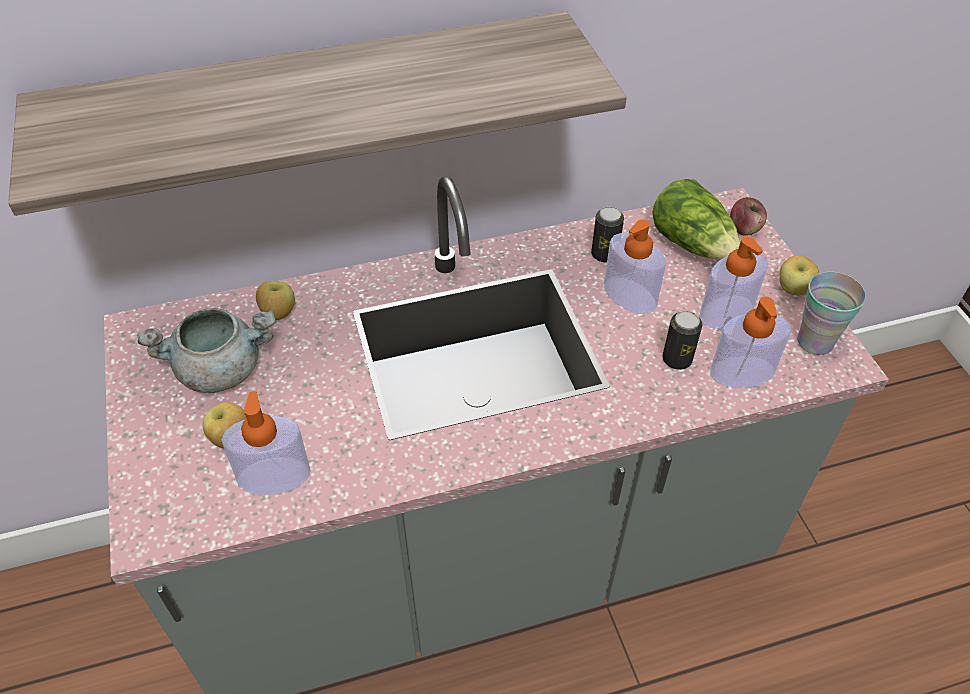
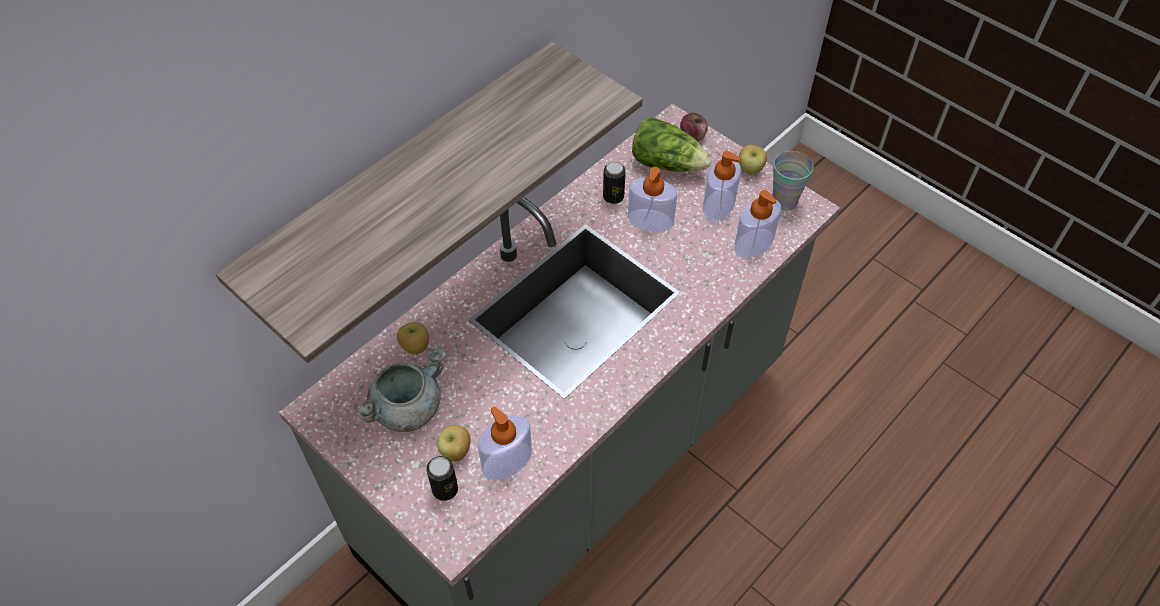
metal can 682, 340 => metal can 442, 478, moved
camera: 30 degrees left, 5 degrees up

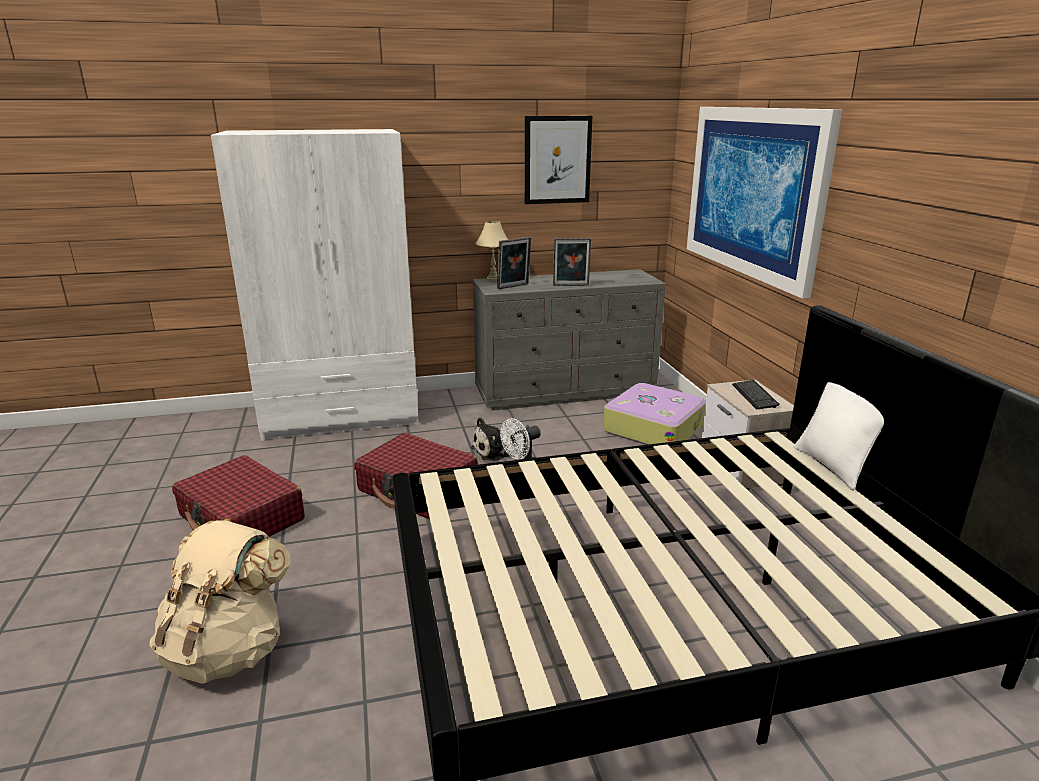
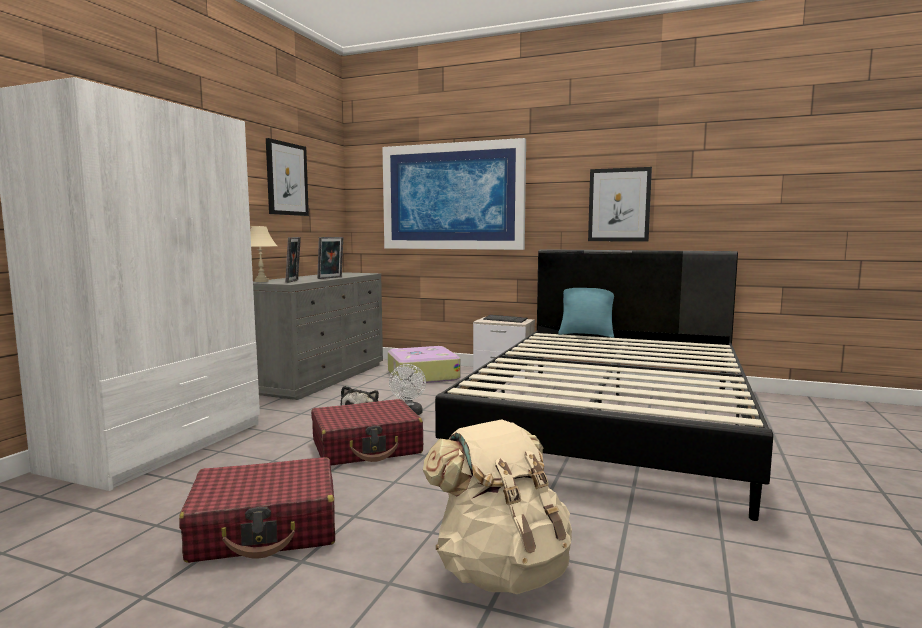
white throw pillow 839, 436 => turquoise throw pillow 586, 313
nothing => wall art 620, 204
camera: 55 degrees left, 15 degrees down

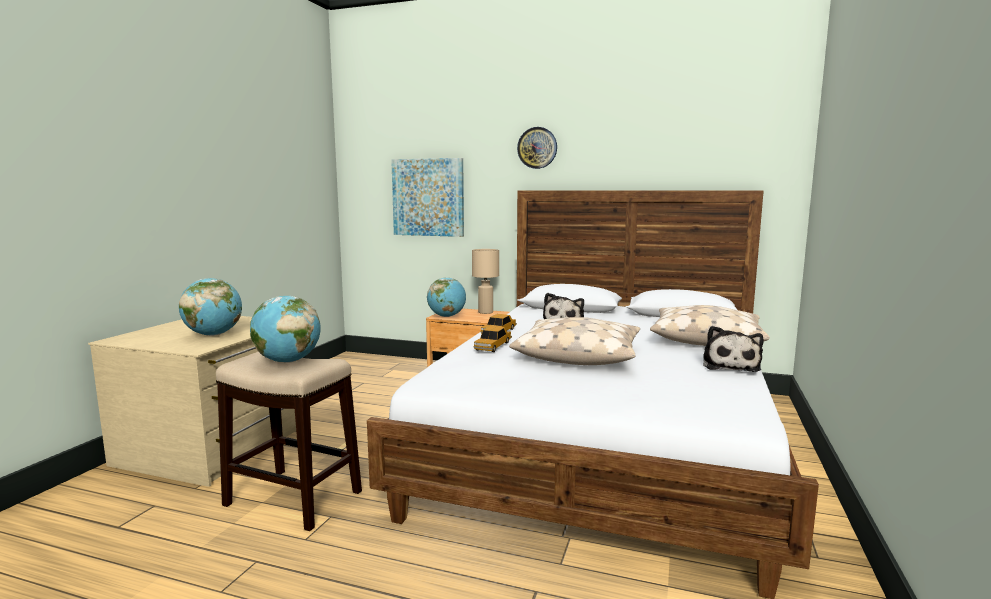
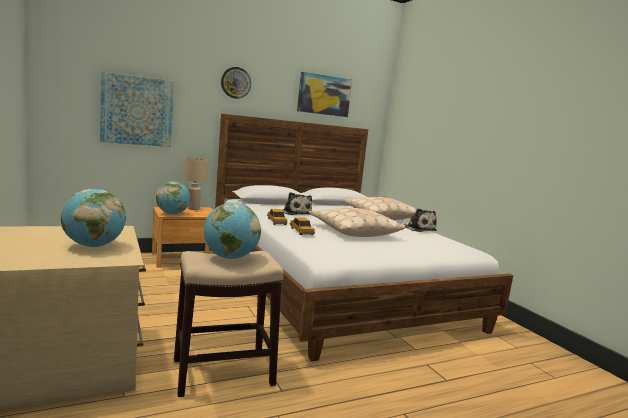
nothing => wall art 324, 94
camera: 45 degrees left, 0 degrees up

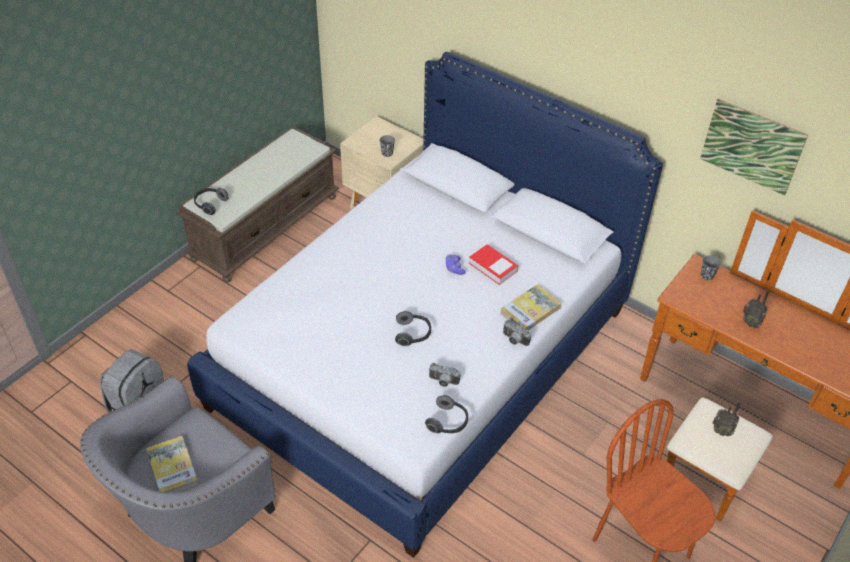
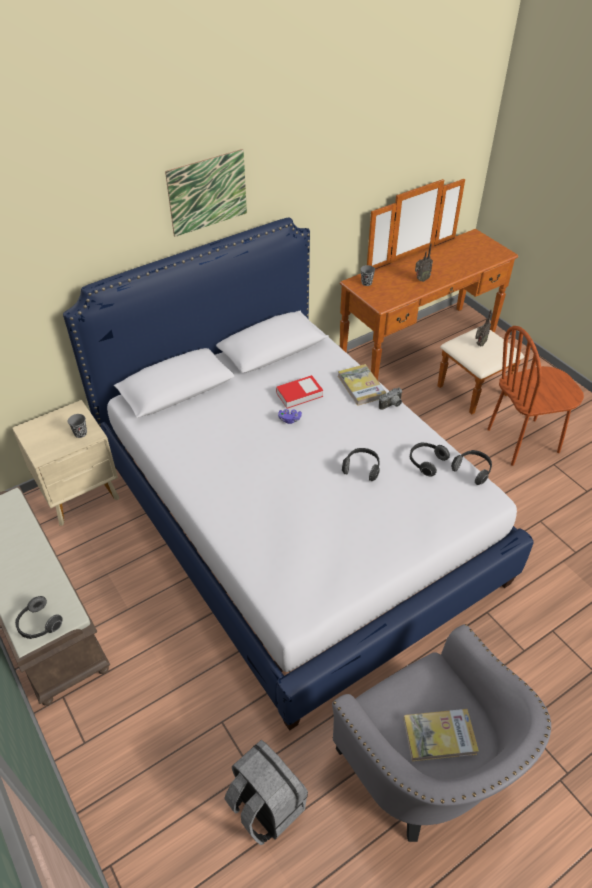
wall art 754, 147 => wall art 206, 193, moved
photo camera 445, 375 => headphones 430, 459
camera: 70 degrees left, 0 degrees up

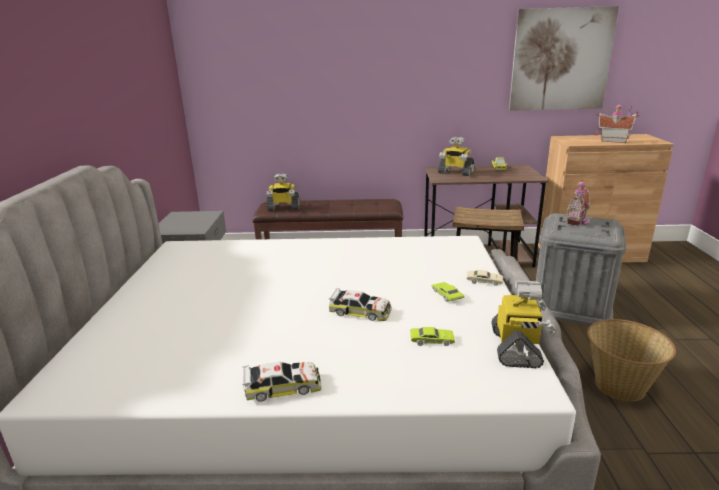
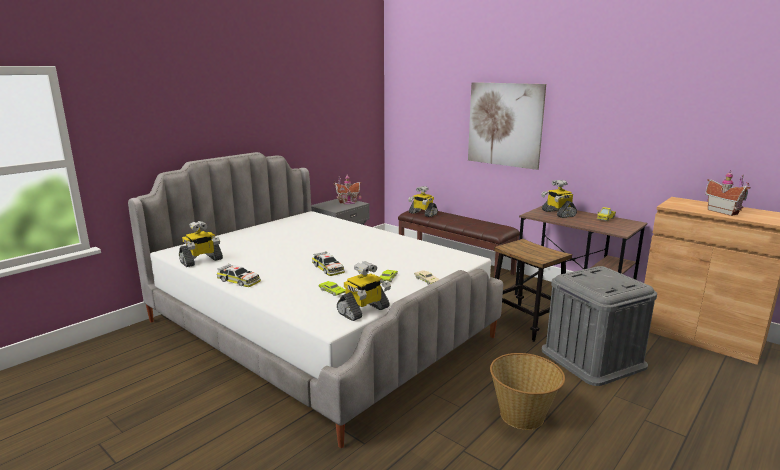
nothing => robot figure 201, 244
toy house 578, 202 => toy house 347, 190, moved
wall art 564, 58 => wall art 507, 126, moved
camera: 40 degrees right, 5 degrees down

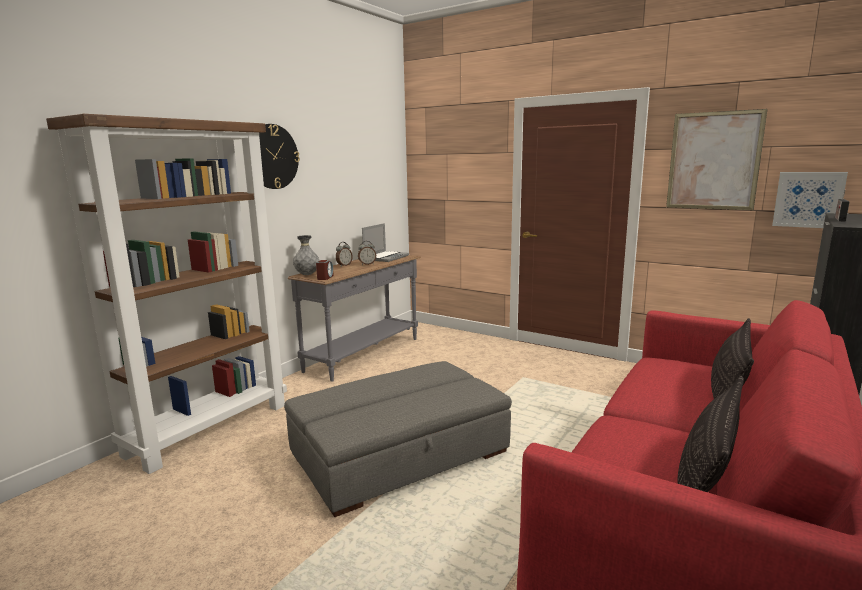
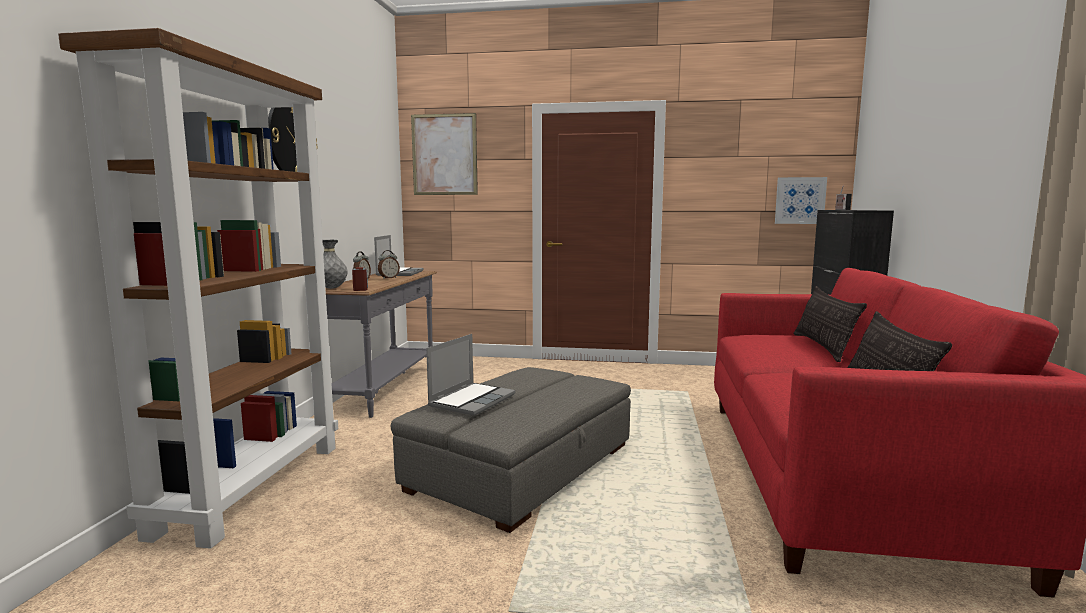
wall art 717, 159 => wall art 444, 154, moved
nothing => notebook computer 470, 375
camera: 25 degrees left, 5 degrees down

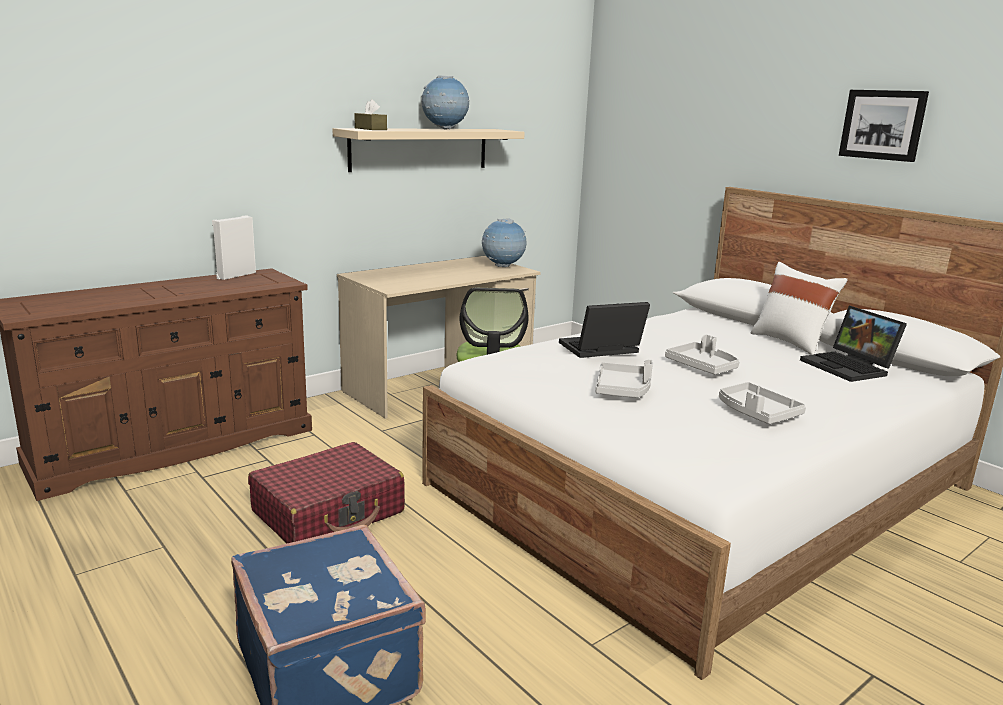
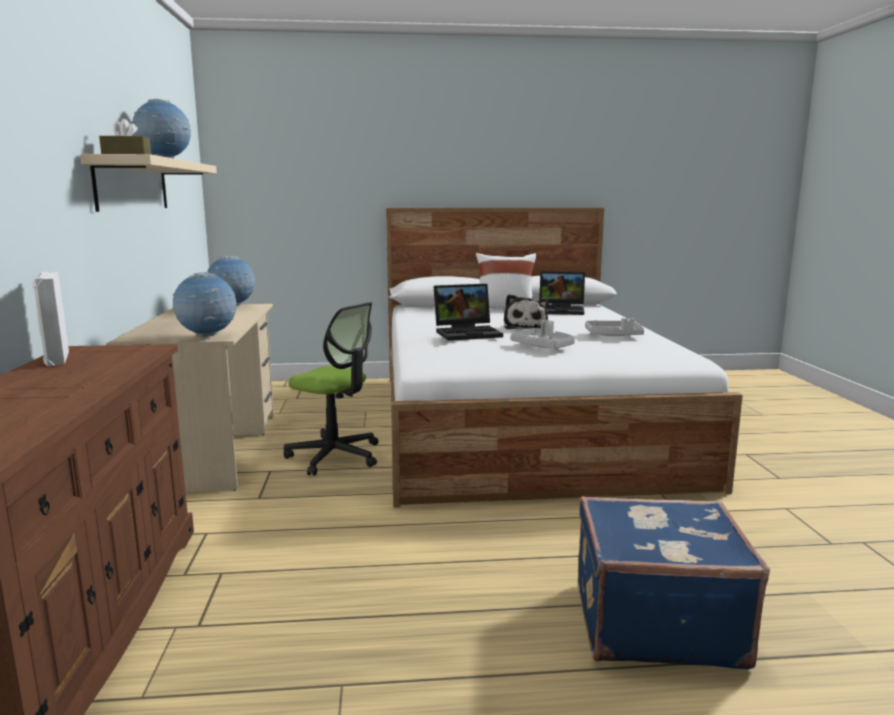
nothing => desk globe 204, 304
notebook computer 604, 330 => notebook computer 468, 312, 120 degrees counterclockwise
grey carrying tray 702, 354 => soft toy 526, 311
reddish suitcase 326, 492 => nothing
wall art 884, 126 => nothing
camera: 55 degrees left, 5 degrees down

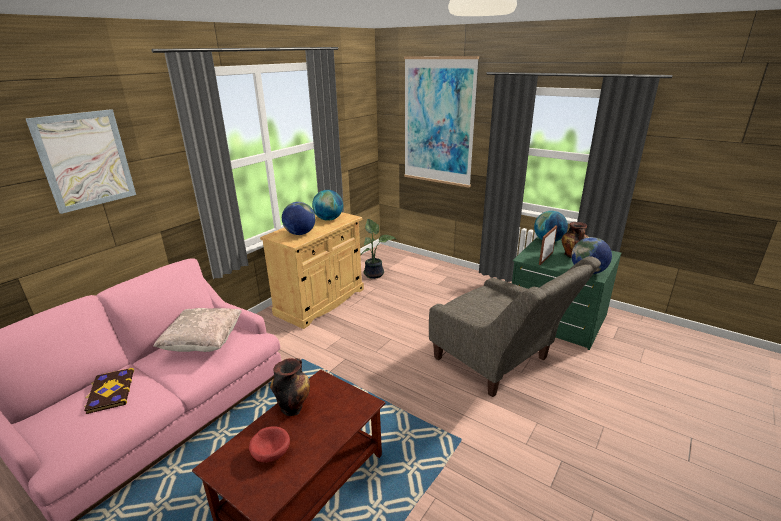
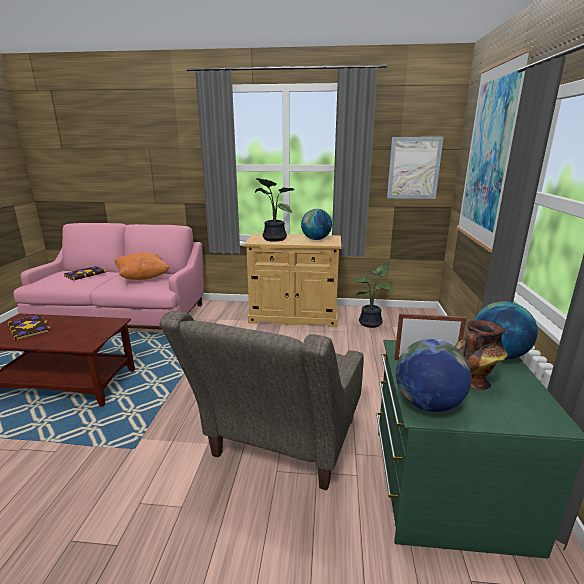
reddish bowl 269, 444 => book 29, 328
sand-coloured throw pillow 197, 330 => orange throw pillow 142, 266
desk globe 299, 218 => houseplant 275, 210
wall art 80, 161 => wall art 415, 168, moved
decorative vase 290, 387 => nothing
camera: 60 degrees right, 5 degrees down

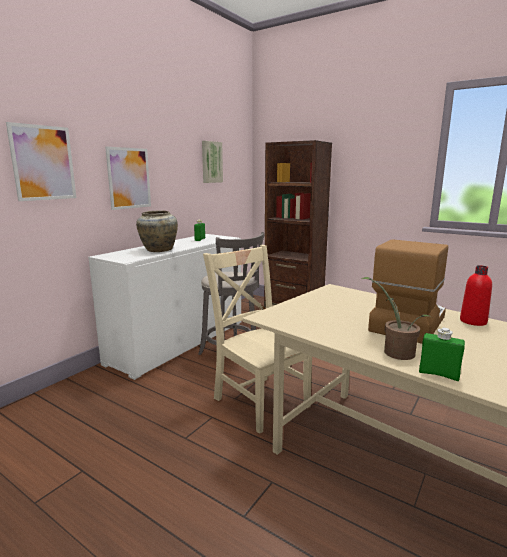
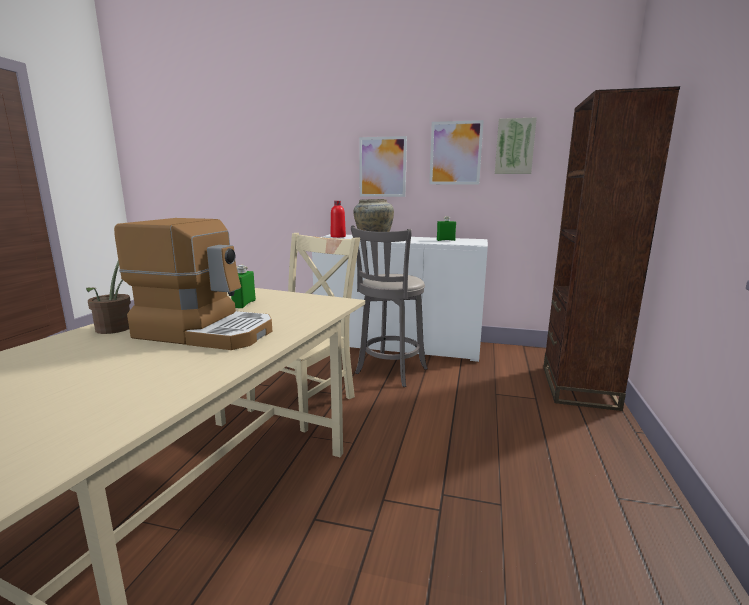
greenish bottle 442, 354 => greenish bottle 243, 286, moved
reddish bottle 476, 295 => reddish bottle 338, 219, moved
wall art 41, 161 => wall art 456, 152, moved
camera: 70 degrees right, 0 degrees up

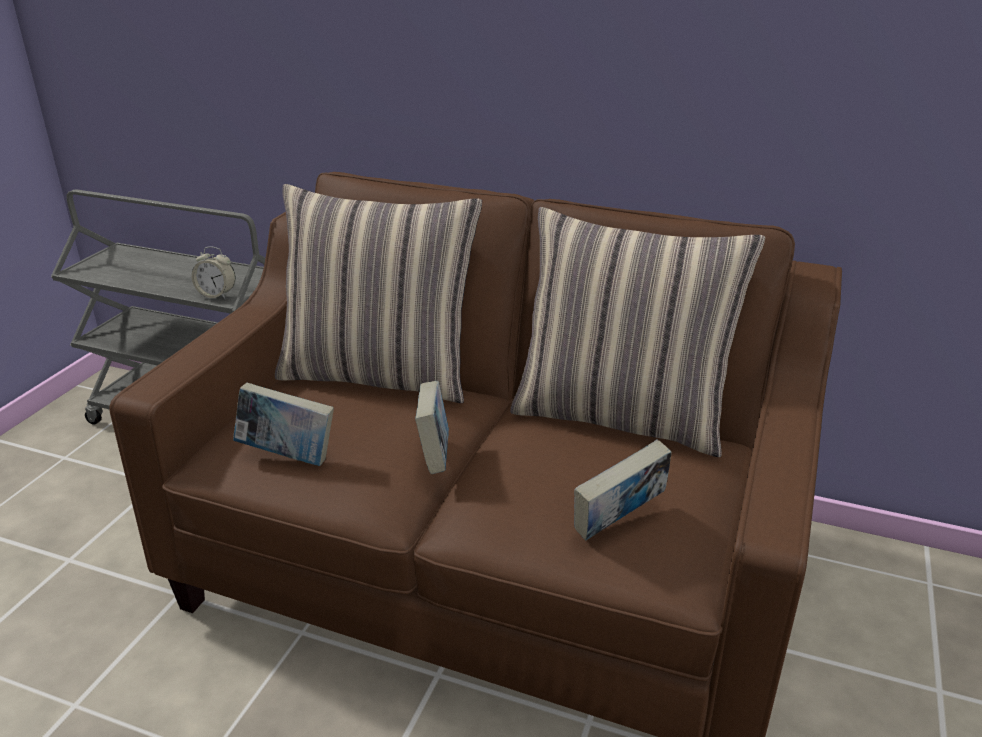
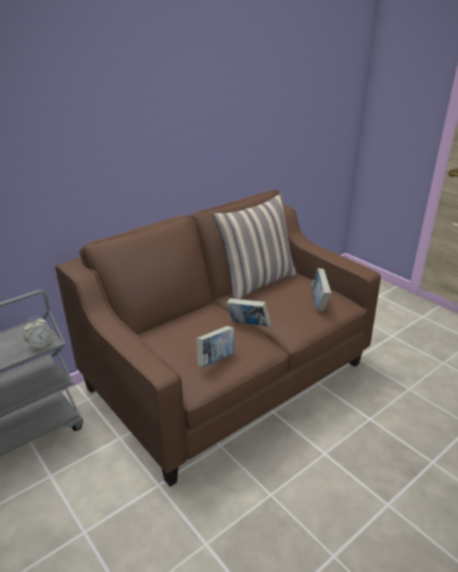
throw pillow 378, 293 => nothing
camera: 60 degrees left, 0 degrees up

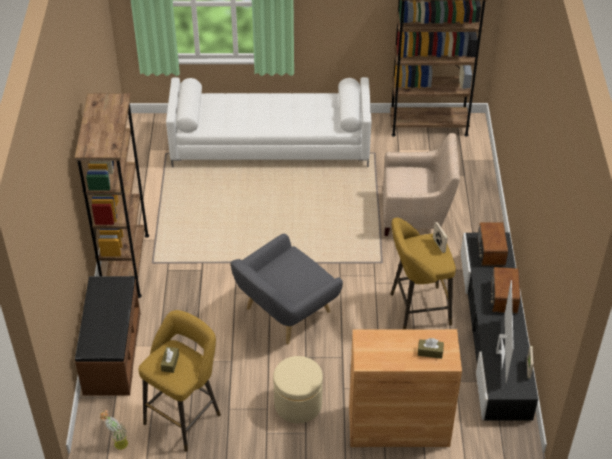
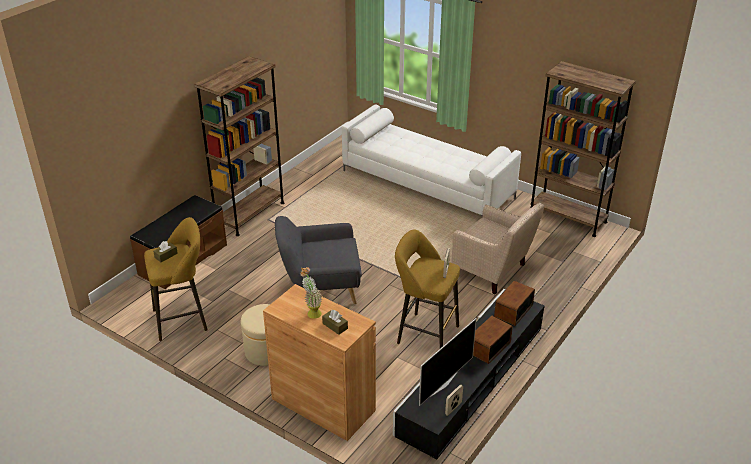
houseplant 114, 430 => houseplant 311, 293, moved
camera: 35 degrees right, 10 degrees down

